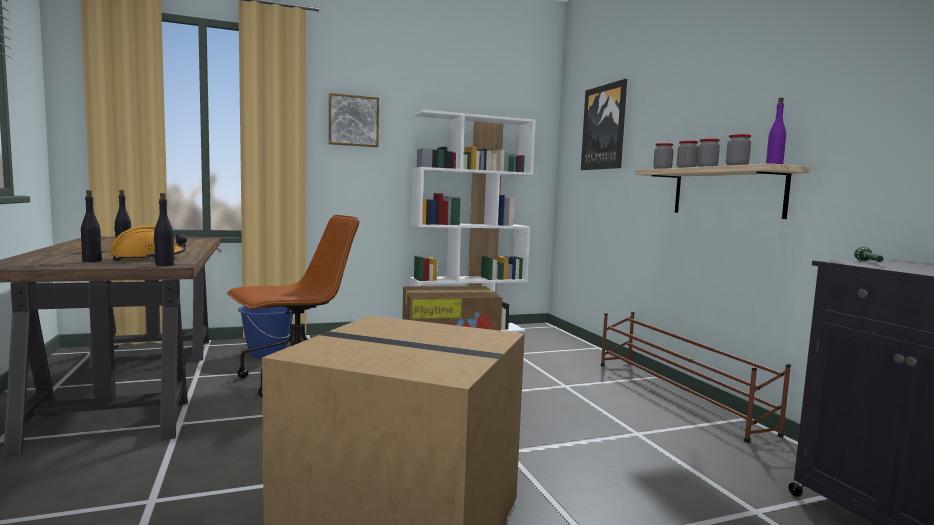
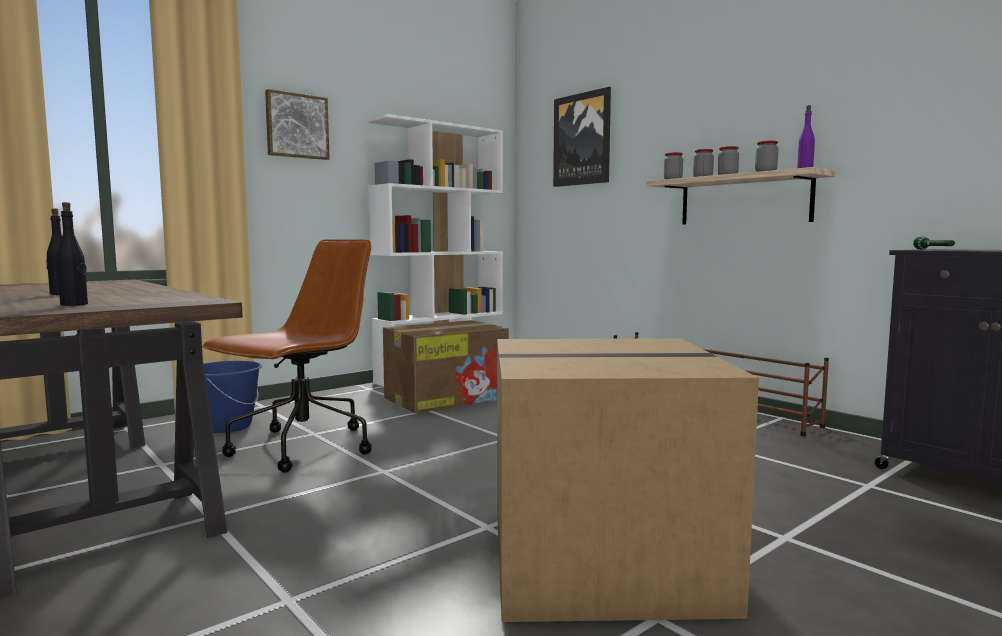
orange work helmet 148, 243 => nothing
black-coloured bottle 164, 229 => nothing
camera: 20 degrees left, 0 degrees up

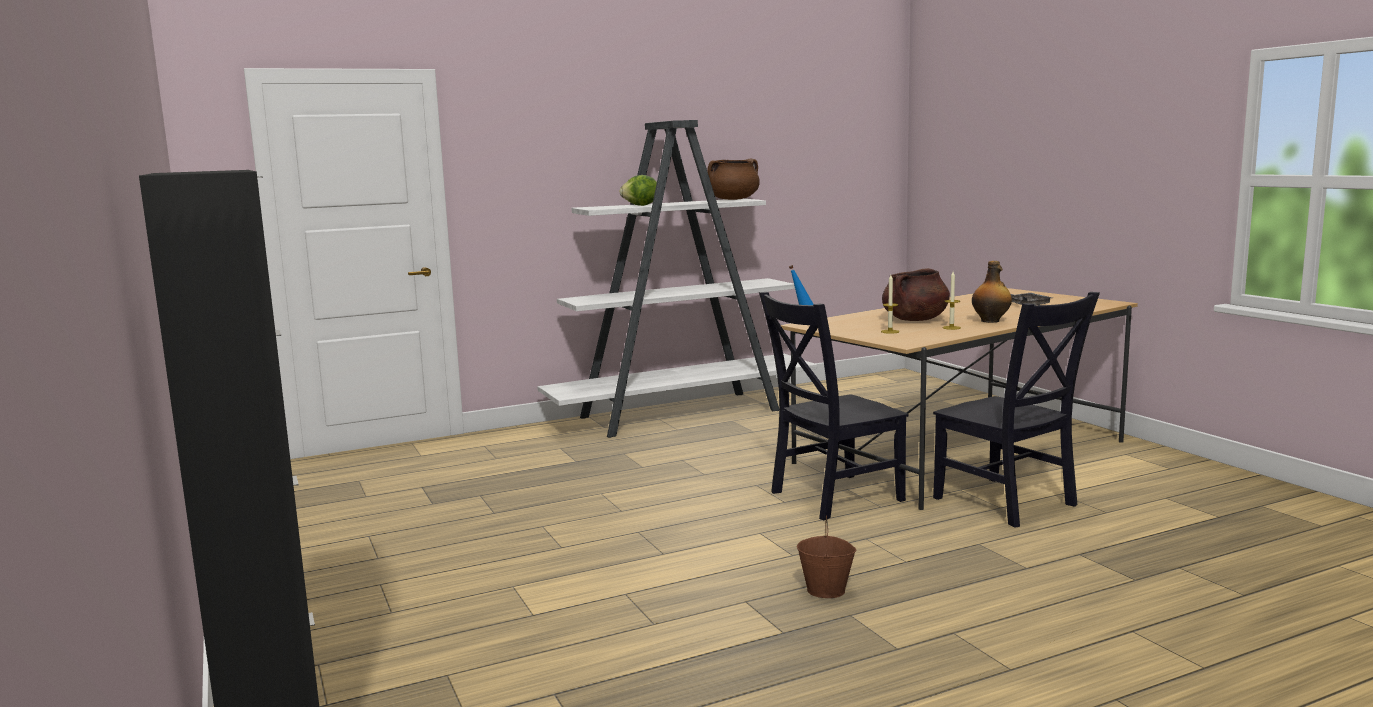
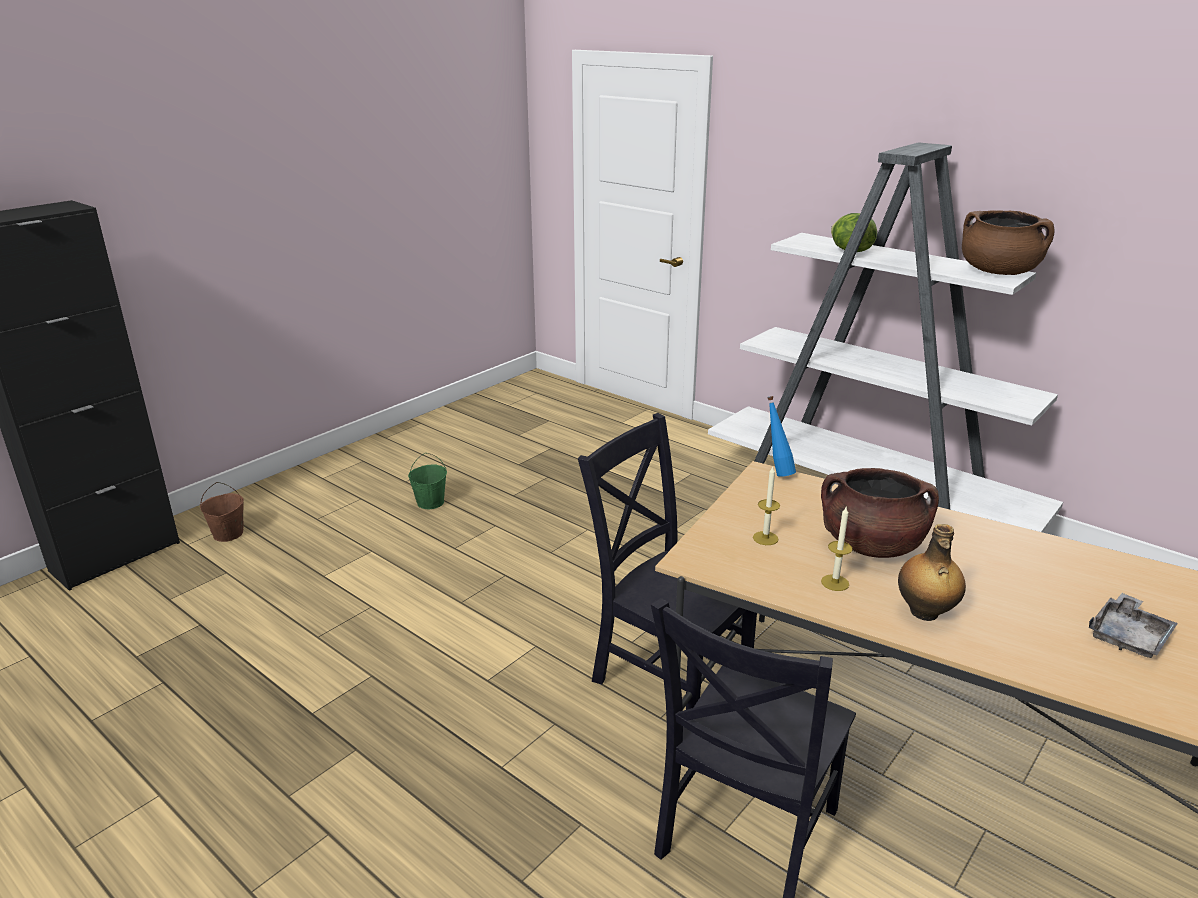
brownish bucket 827, 556 => brownish bucket 222, 512, moved
nothing => greenish bucket 427, 481
camera: 65 degrees right, 15 degrees up

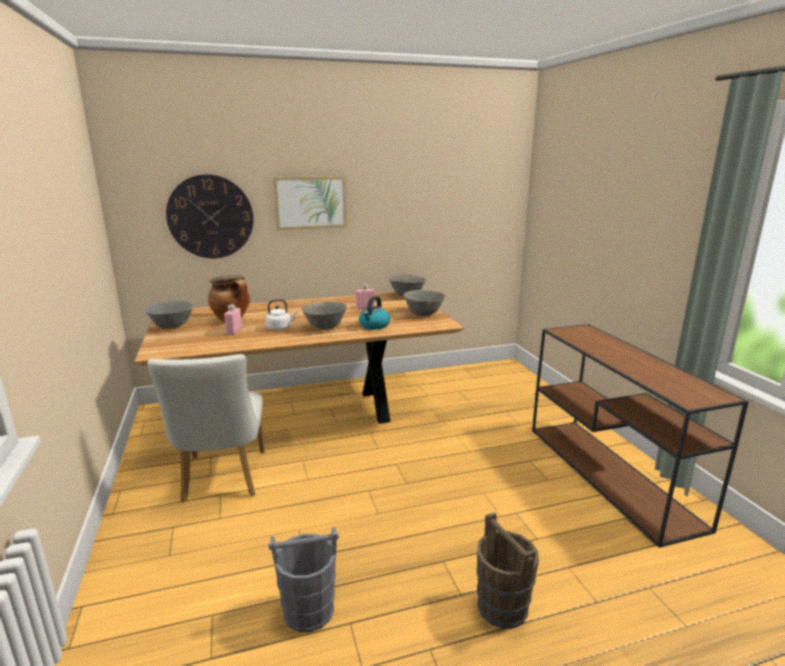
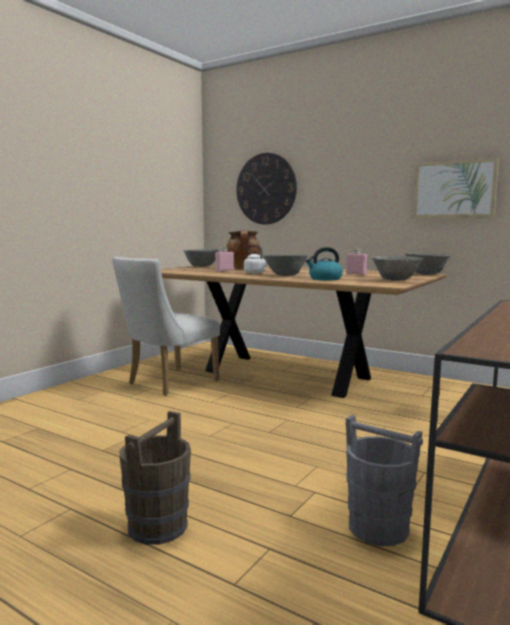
grey bucket 304, 579 => grey bucket 384, 480, moved
wall art 310, 203 => wall art 456, 188, moved
camera: 50 degrees right, 10 degrees down

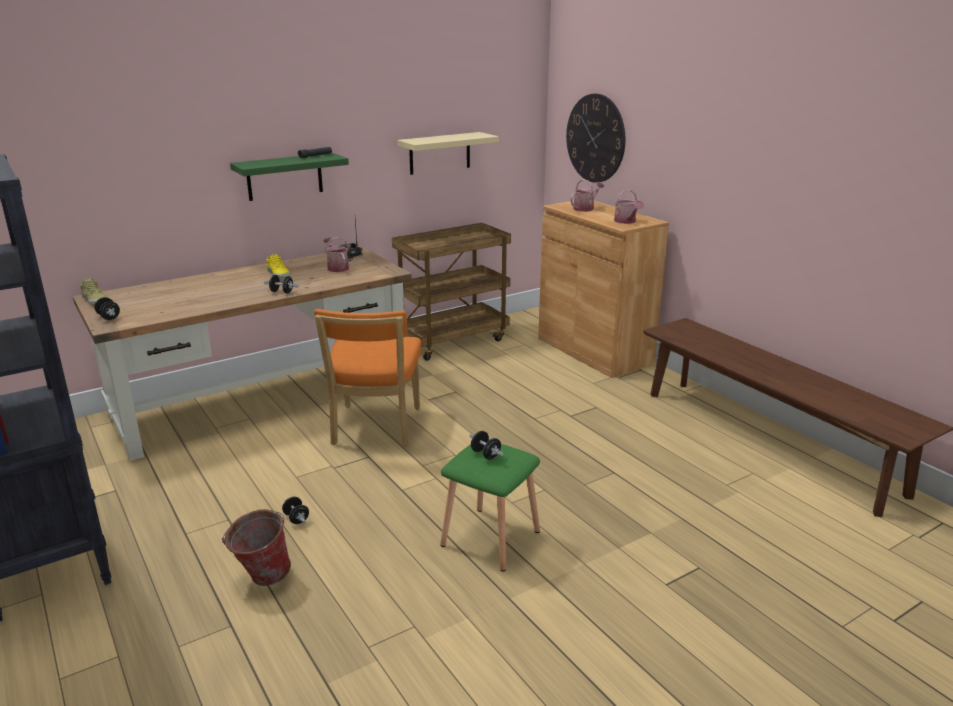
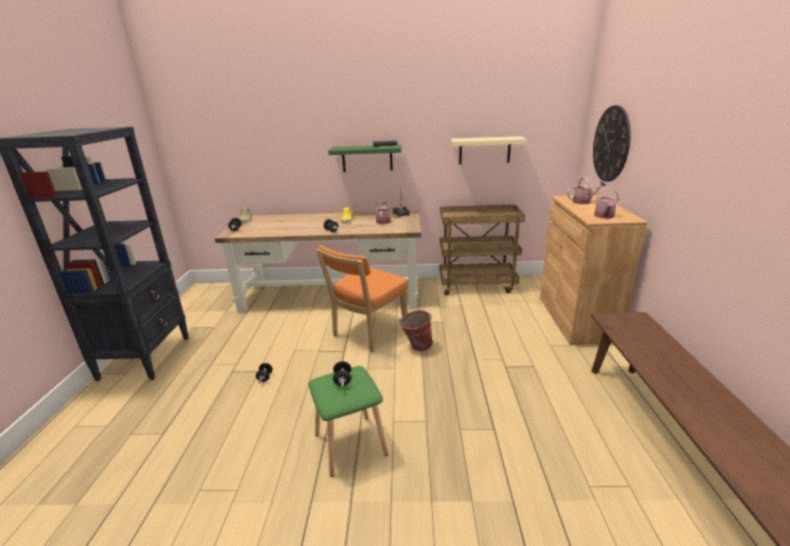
bucket 256, 547 => bucket 416, 330, moved
camera: 35 degrees right, 0 degrees up

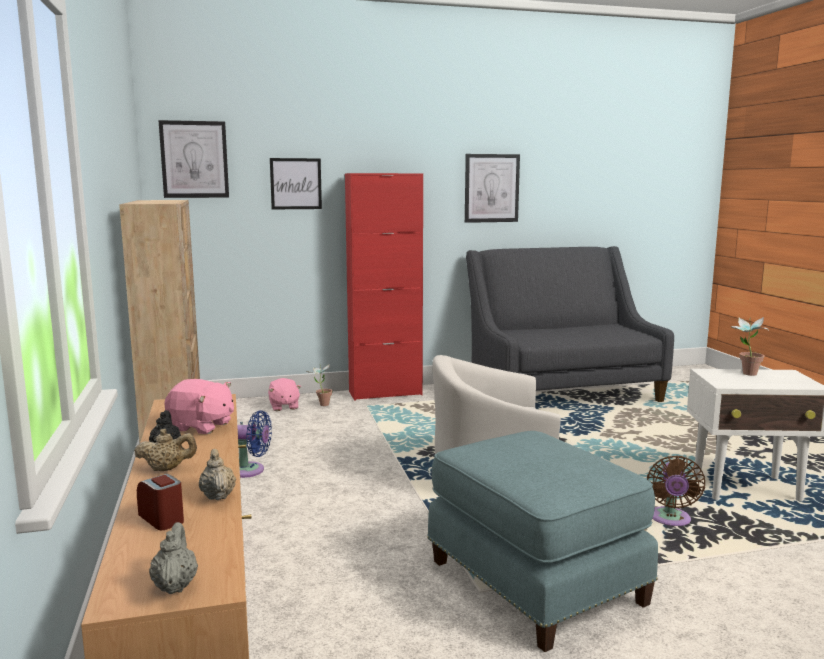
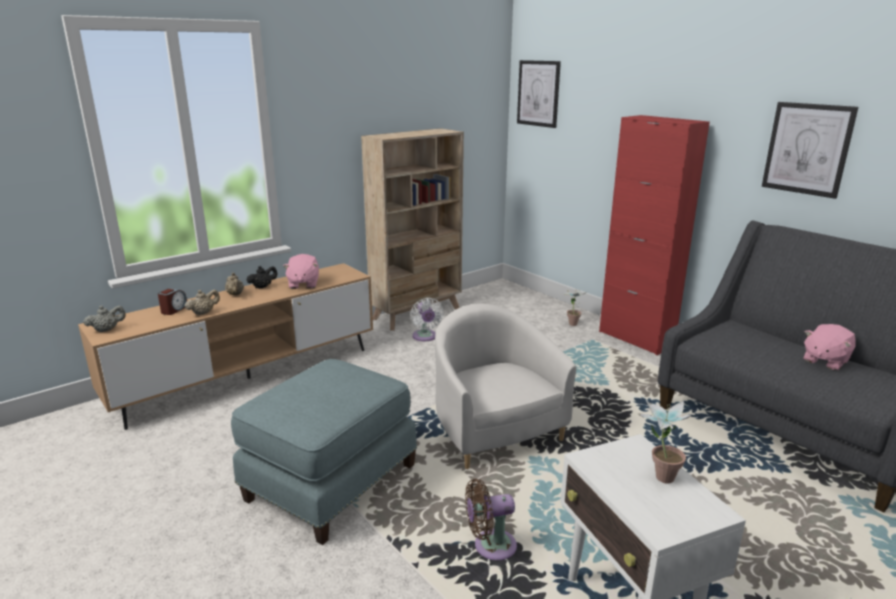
bluish electric fan 254, 444 => white electric fan 427, 319
pinkish soft toy 284, 394 => pinkish soft toy 829, 347, moved
wall art 296, 183 => nothing
camera: 65 degrees right, 10 degrees up

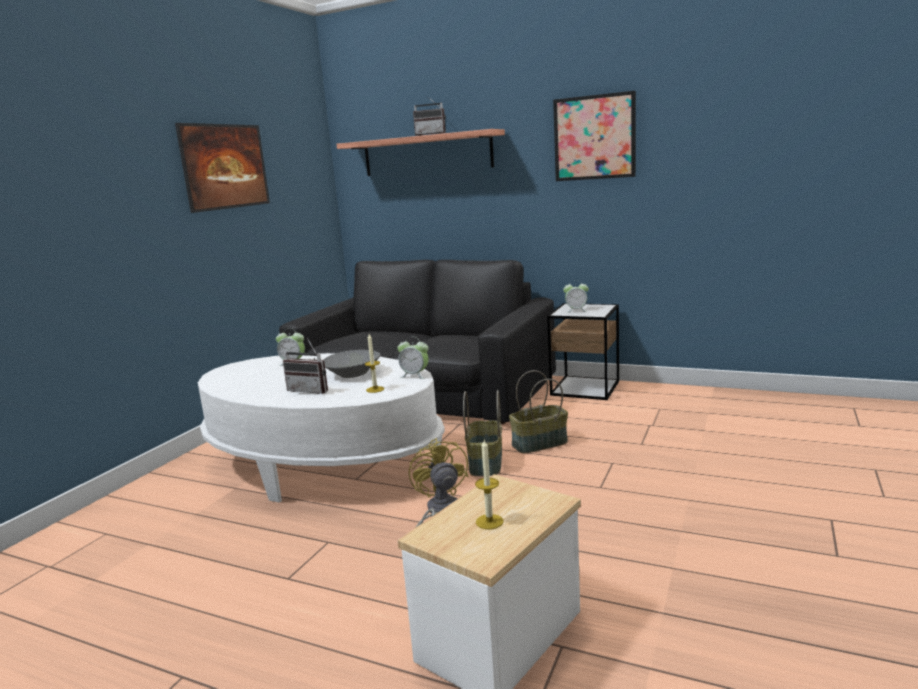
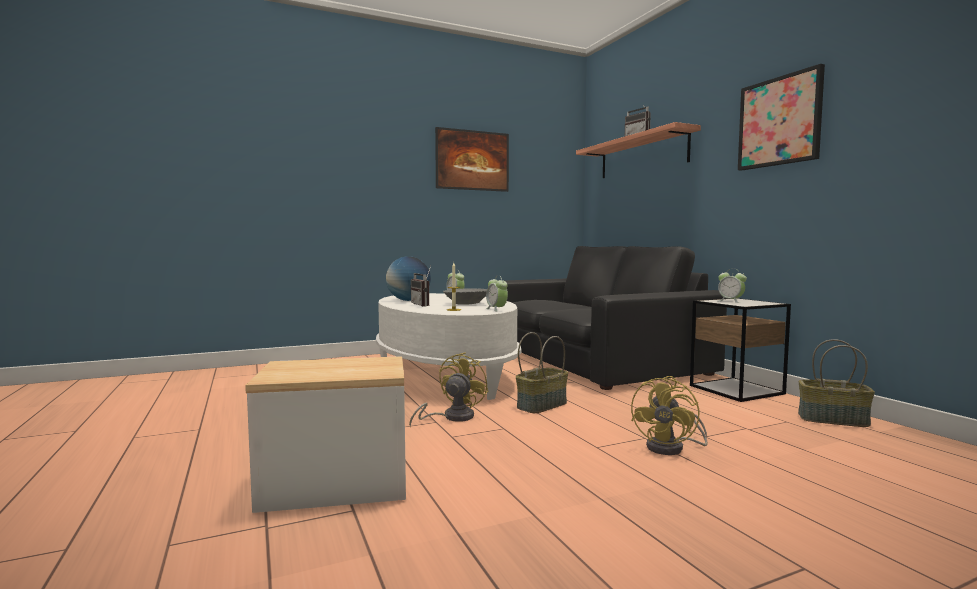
nothing => desk globe 408, 278
nothing => yellowish electric fan 669, 415
basket 538, 411 => basket 836, 383, moved
candle 489, 484 => nothing
camera: 40 degrees right, 10 degrees down

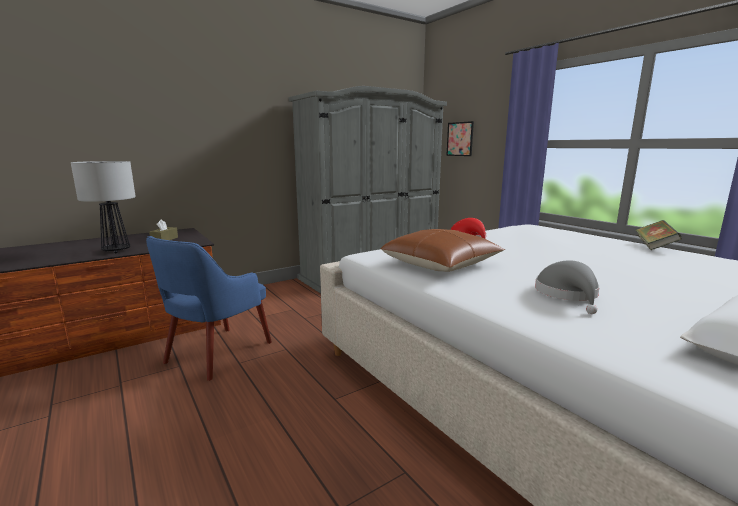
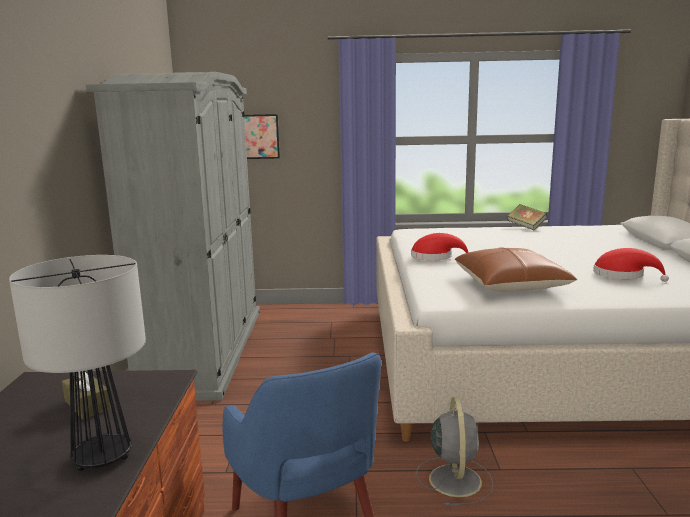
nothing => grey electric fan 454, 452
grey wearable hat 567, 287 => reddish wearable hat 631, 265
camera: 55 degrees left, 0 degrees up

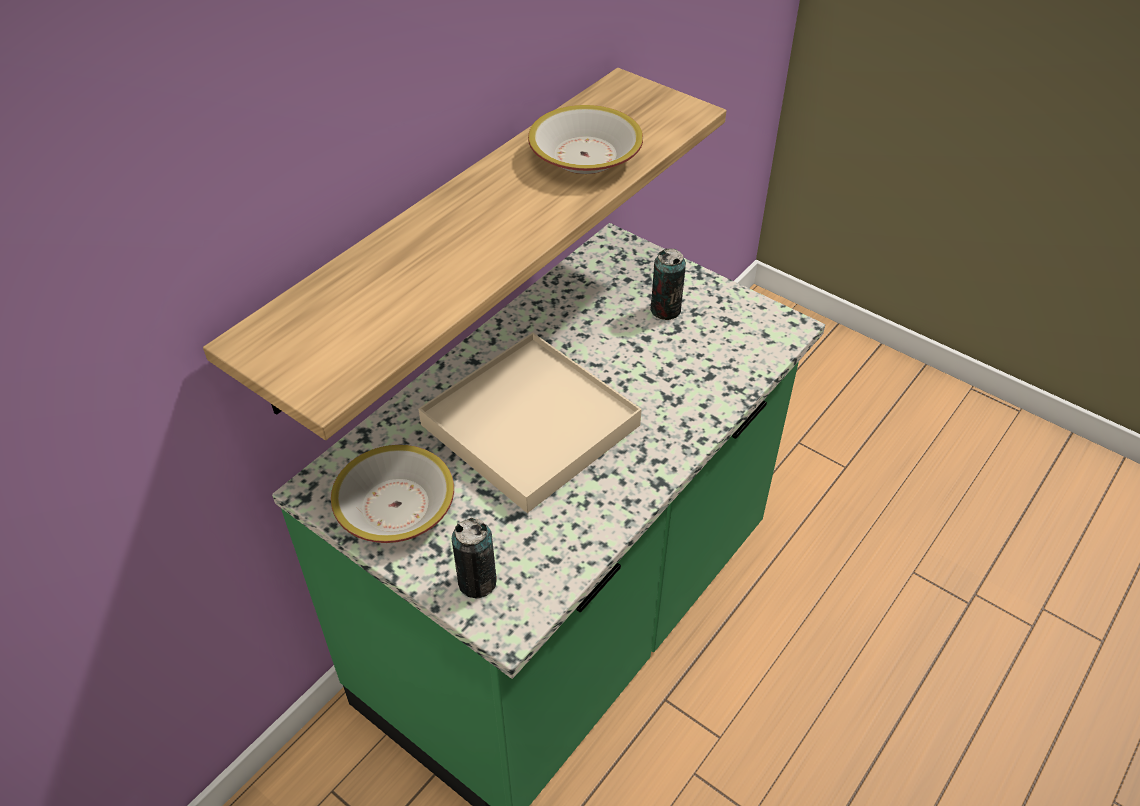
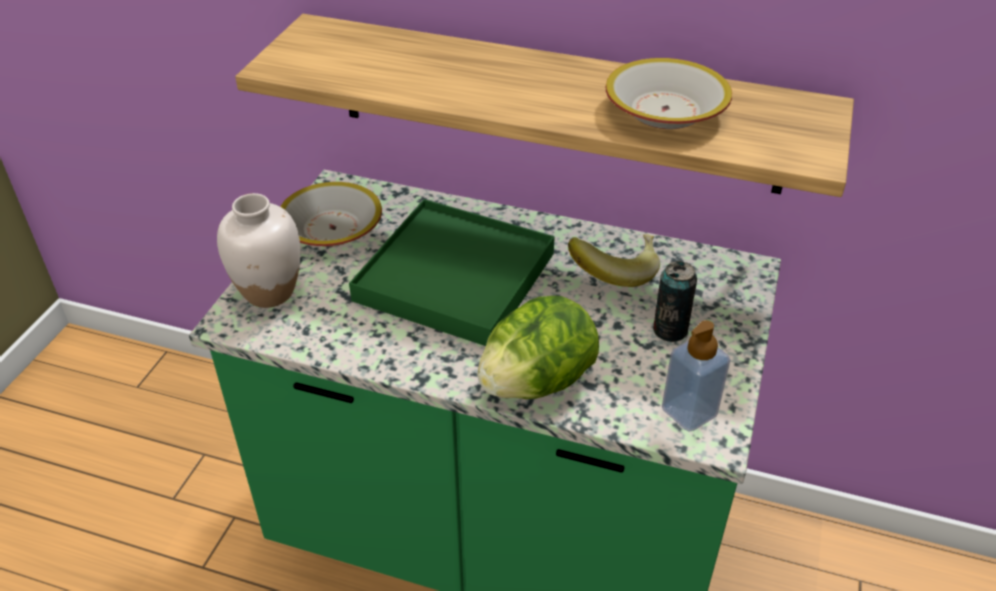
metal can 474, 558 => white decorative vase 258, 250
sand-coloured carrying tray 530, 423 => greenish carrying tray 452, 272
nothing => head of lettuce 538, 347
nothing => whole banana 614, 260
nothing => liquid soap bottle 696, 376
camera: 70 degrees right, 5 degrees down

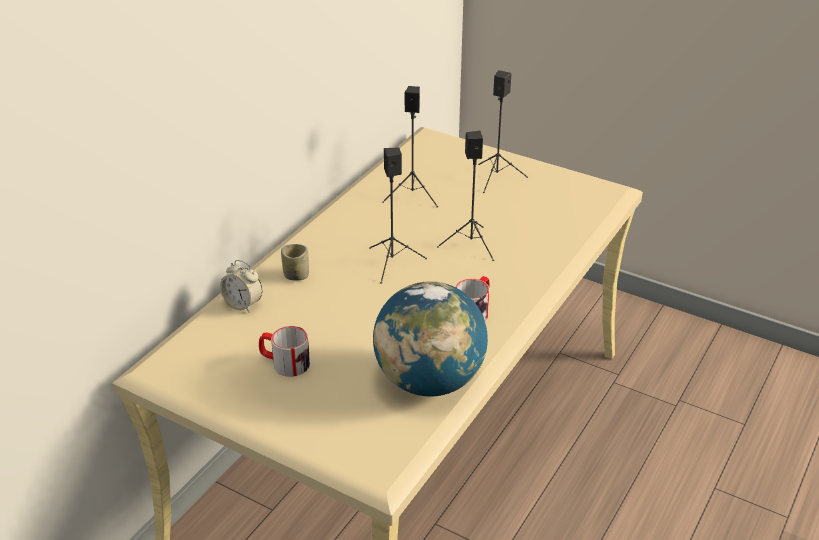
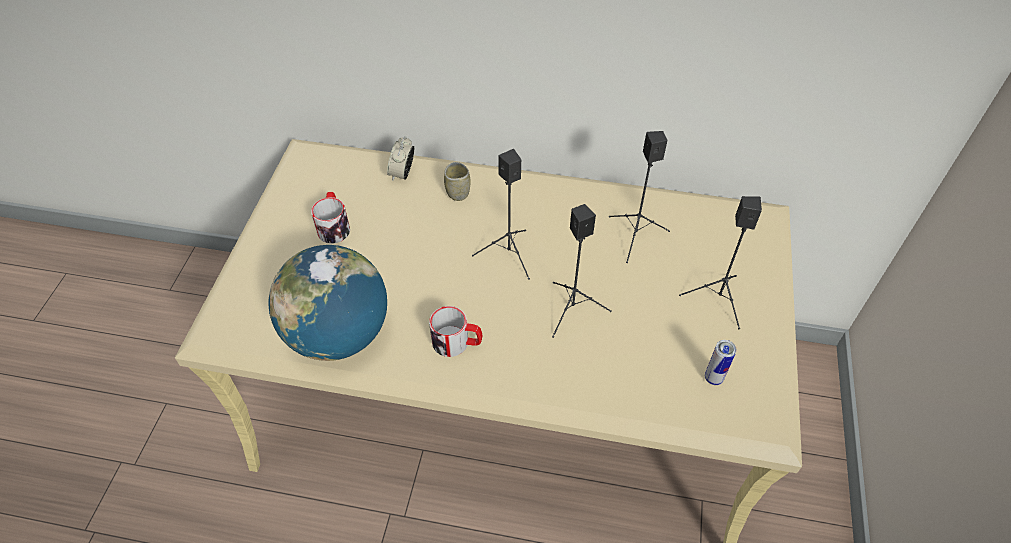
nothing => metal can 721, 362
camera: 70 degrees right, 15 degrees up

